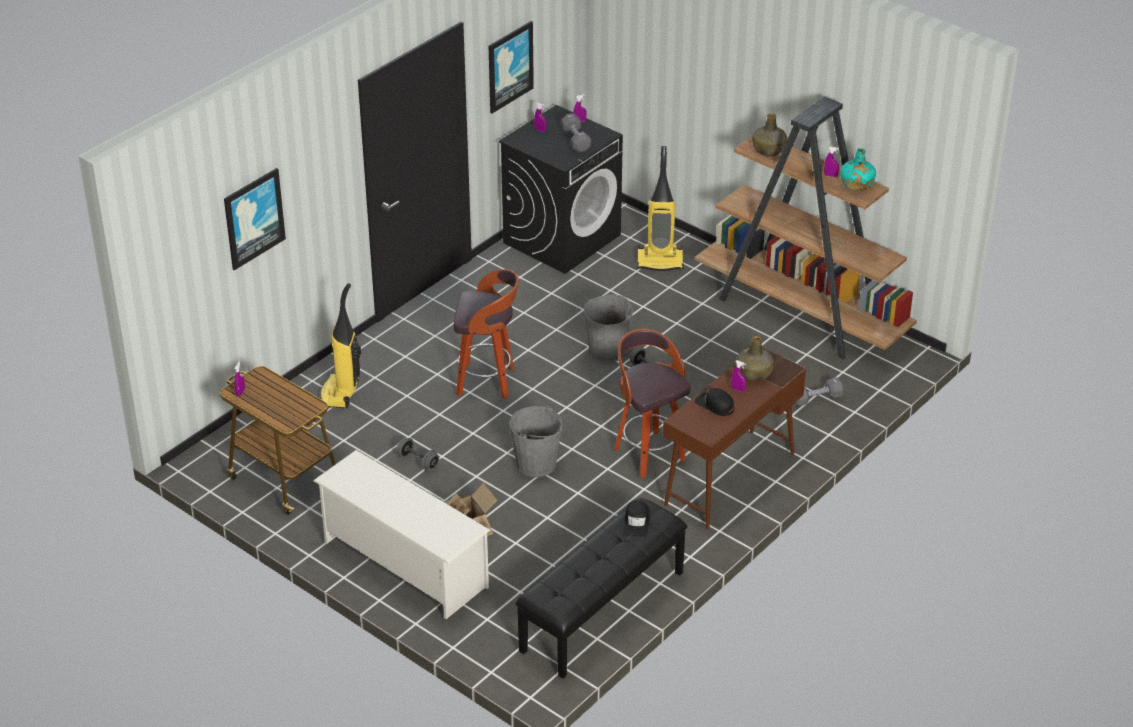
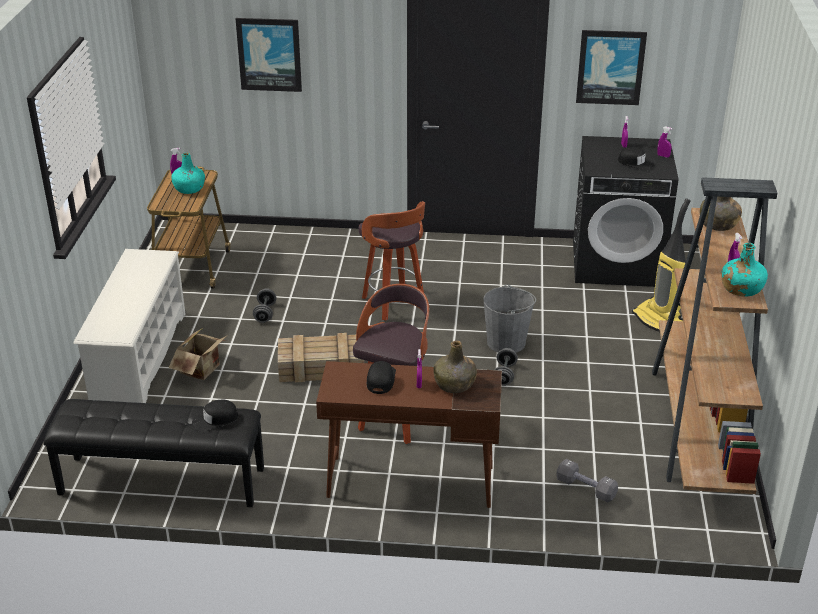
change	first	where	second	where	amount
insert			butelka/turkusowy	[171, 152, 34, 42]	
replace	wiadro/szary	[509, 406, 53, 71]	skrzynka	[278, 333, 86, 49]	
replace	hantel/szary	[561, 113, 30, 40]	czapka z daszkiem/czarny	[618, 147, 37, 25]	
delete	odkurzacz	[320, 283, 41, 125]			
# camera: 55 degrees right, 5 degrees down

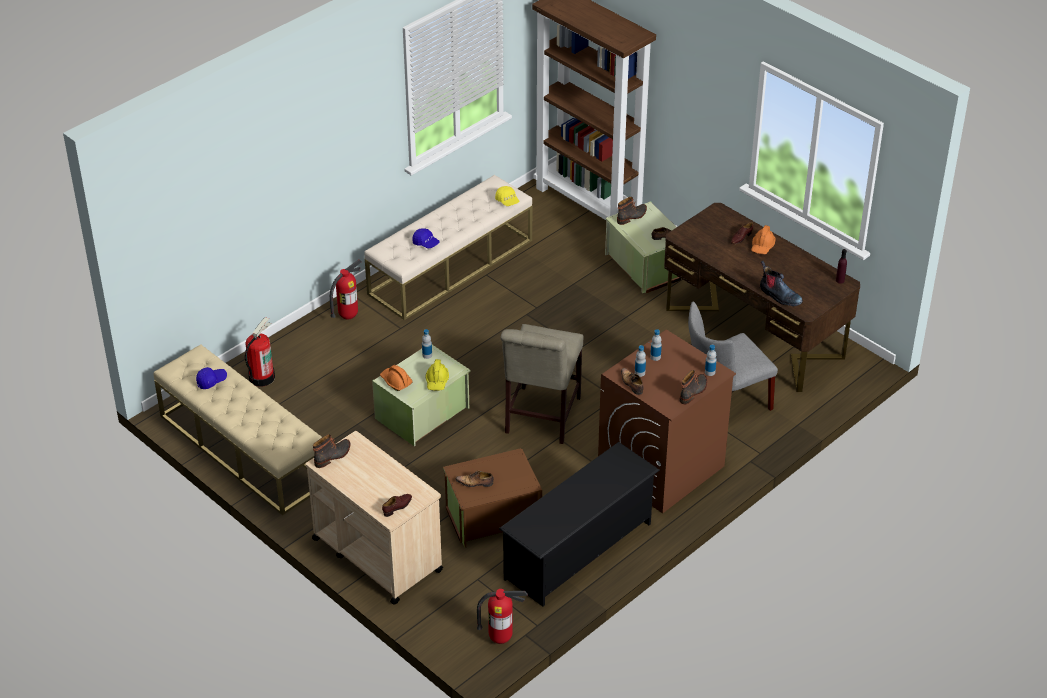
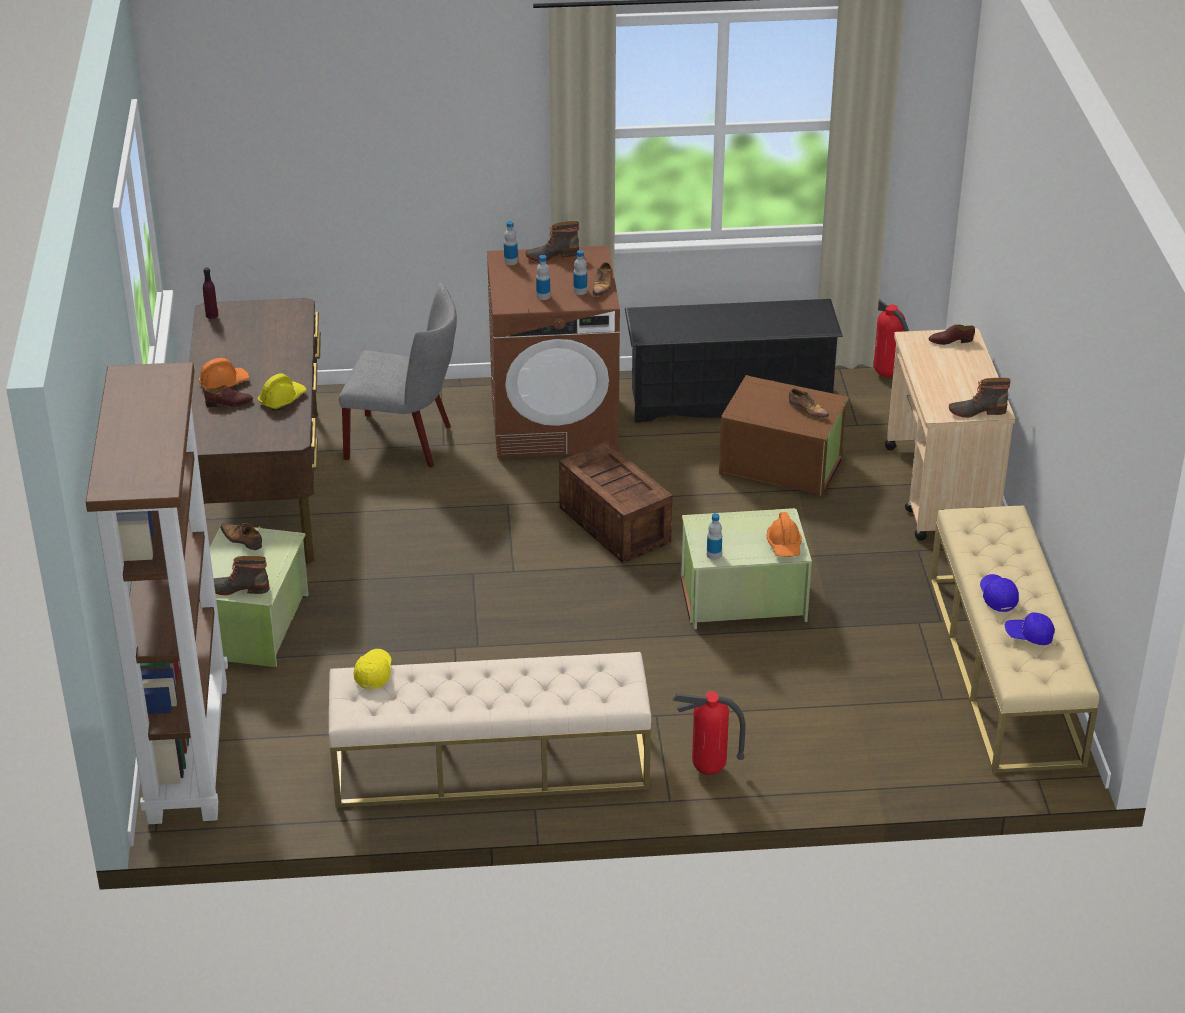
change	first	where	second	where	amount
move	kask/żółty	[426, 359, 23, 32]		[257, 374, 50, 37]	
replace	krzesło/beżowy	[501, 324, 83, 120]	skrzynka	[559, 442, 113, 121]	
move	czapka z daszkiem/niebieski	[412, 228, 28, 20]		[980, 574, 39, 38]	
delete	gaśnica	[245, 317, 30, 69]			
delete	but z cholewką	[760, 261, 43, 46]			
# camera: 140 degrees left, 5 degrees down

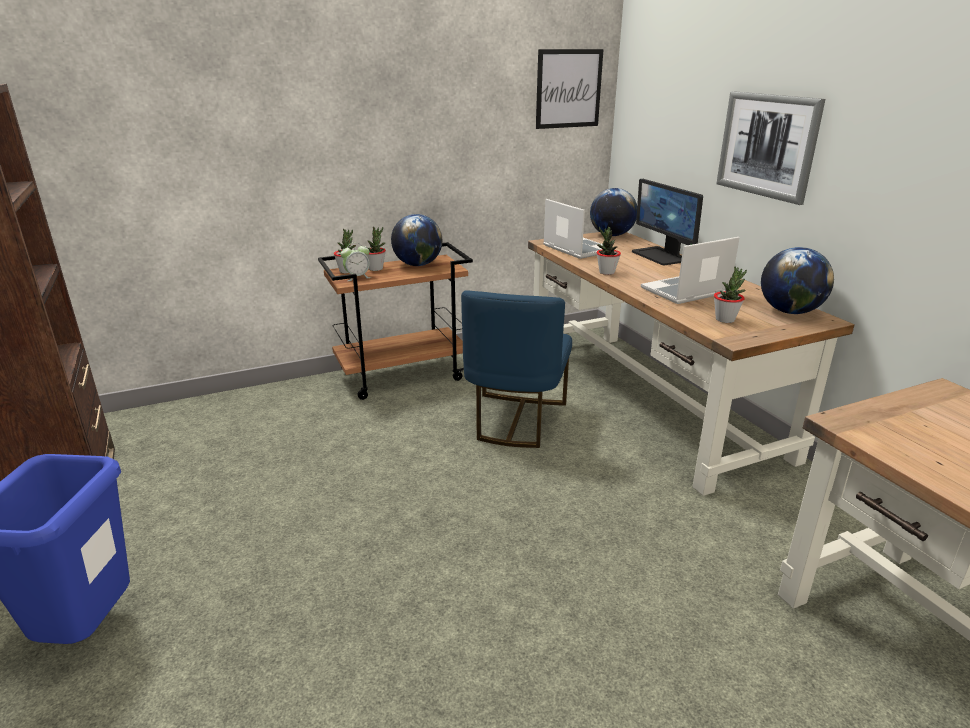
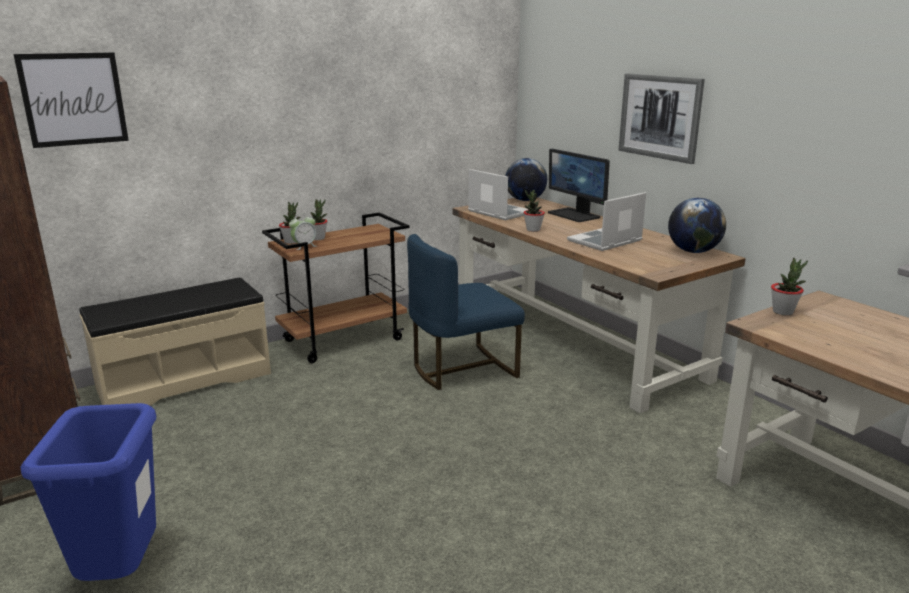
change	first	where	second	where	amount
move	obraz	[536, 49, 68, 80]		[13, 52, 116, 96]	
insert			ławka/beżowy	[79, 277, 192, 129]	
rotate	krzesło/niebieski	[461, 290, 111, 158]		[407, 234, 118, 156]	60 degrees clockwise
move	roślina doniczkowa	[714, 266, 33, 57]		[771, 257, 37, 58]	
delete	globus	[391, 214, 51, 52]			
# camera: 10 degrees left, 5 degrees down

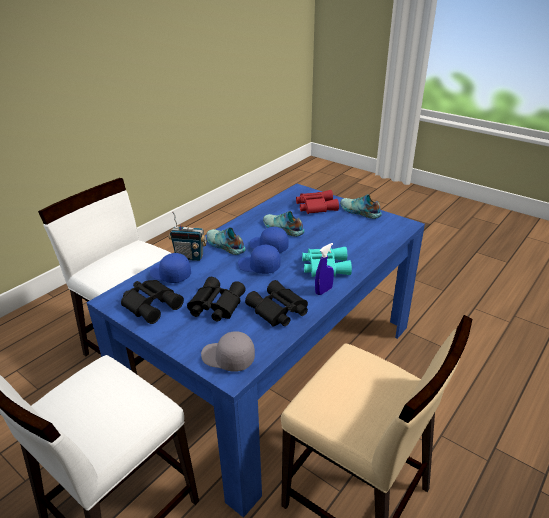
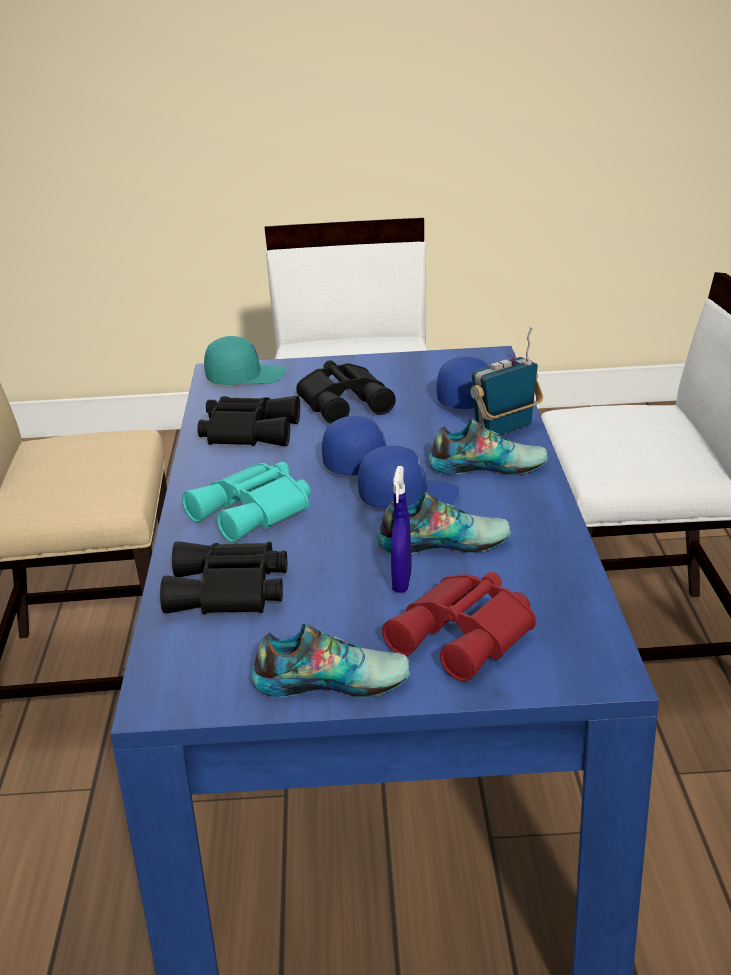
change	first	where	second	where	amount
move	lornetka/czarny	[121, 280, 63, 44]		[160, 541, 127, 73]	
recolor	czapka z daszkiem/szary	[201, 331, 54, 41]	czapka z daszkiem/turkusowy	[204, 336, 82, 49]	
move	spryskiwacz/niebieski	[315, 243, 19, 52]		[391, 466, 21, 127]	
# camera: 140 degrees right, 5 degrees down

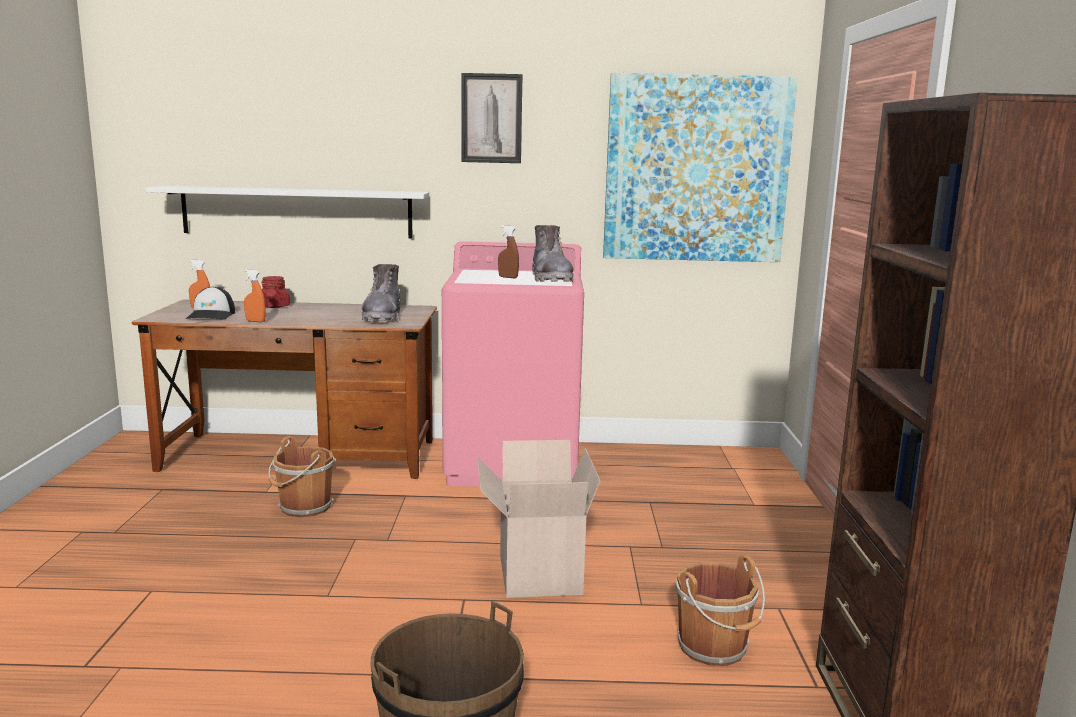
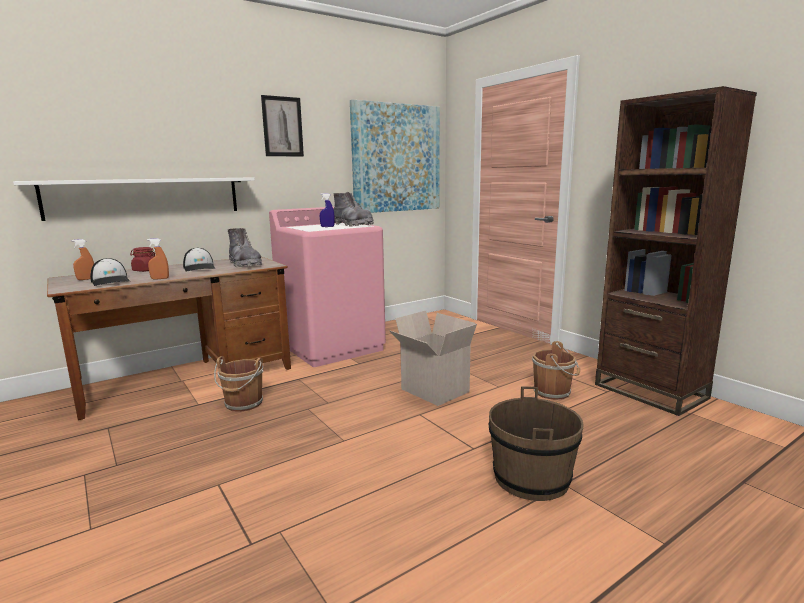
change	first	where	second	where	amount
insert			czapka z daszkiem	[183, 247, 33, 25]	
recolor	spryskiwacz/brązowy	[498, 225, 21, 53]	spryskiwacz/niebieski	[320, 193, 15, 34]	
# camera: 35 degrees left, 0 degrees up

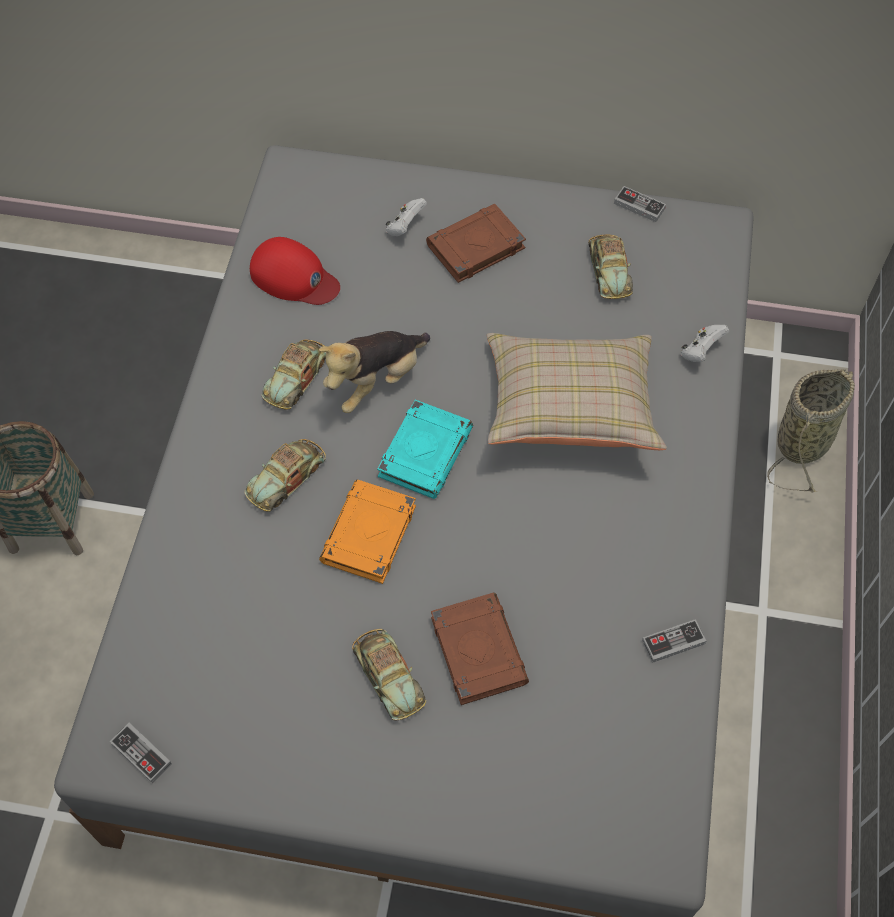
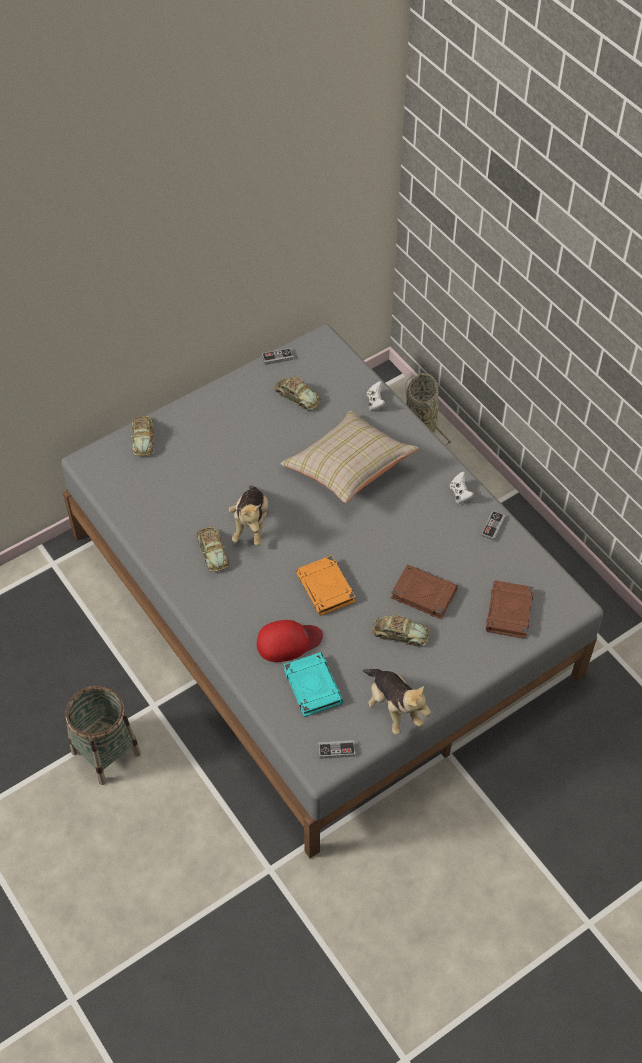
change	first	where	second	where	amount
move	samochodzik	[245, 439, 81, 73]		[131, 416, 23, 40]	
move	czapka z daszkiem/czerwony	[250, 237, 90, 68]		[257, 620, 66, 42]	
move	książka/turkusowy	[377, 400, 96, 99]		[284, 652, 59, 65]	
insert			pluszak	[363, 669, 68, 66]	
move	pad do gier/biały	[385, 198, 42, 38]		[450, 472, 25, 31]	
move	książka/brązowy	[426, 204, 100, 79]		[486, 581, 48, 58]	
# camera: 45 degrees left, 5 degrees down

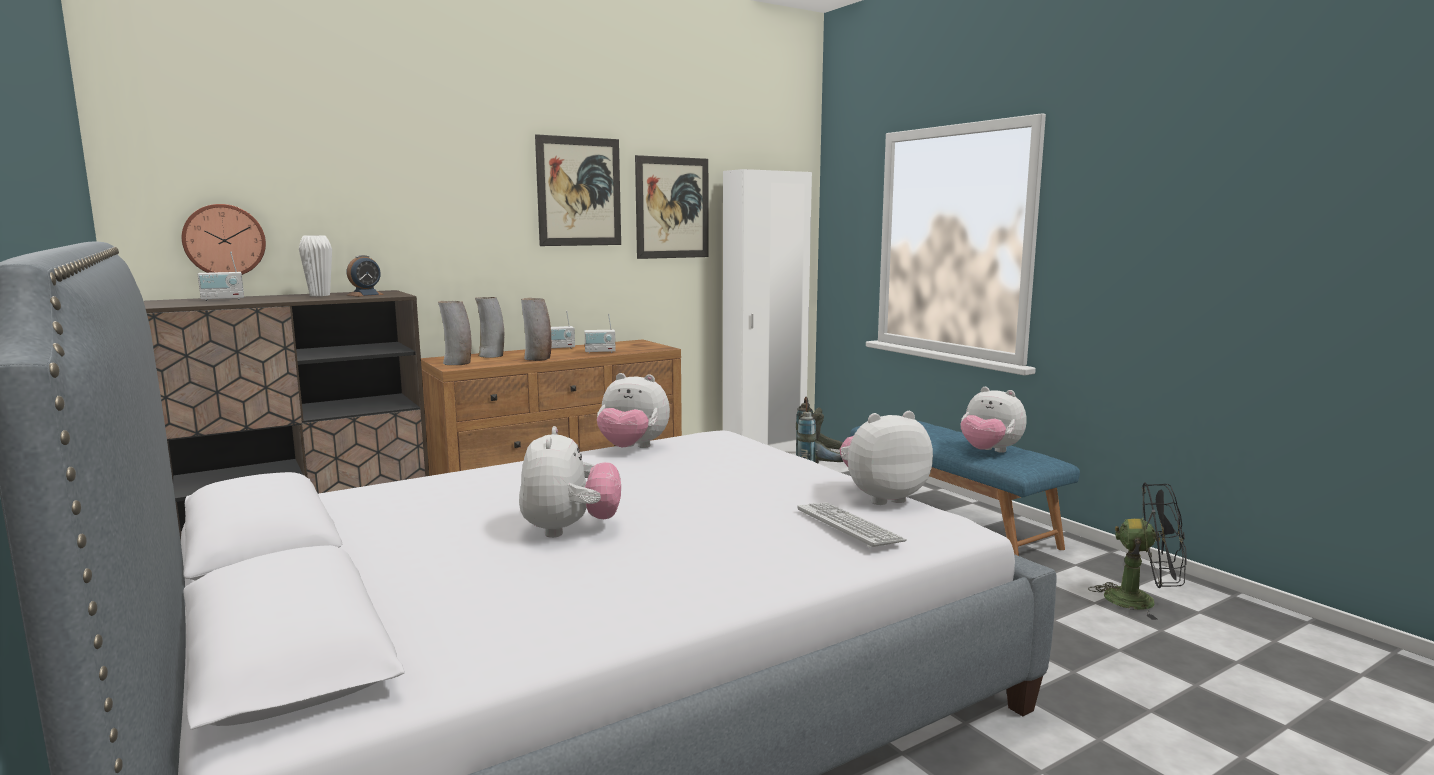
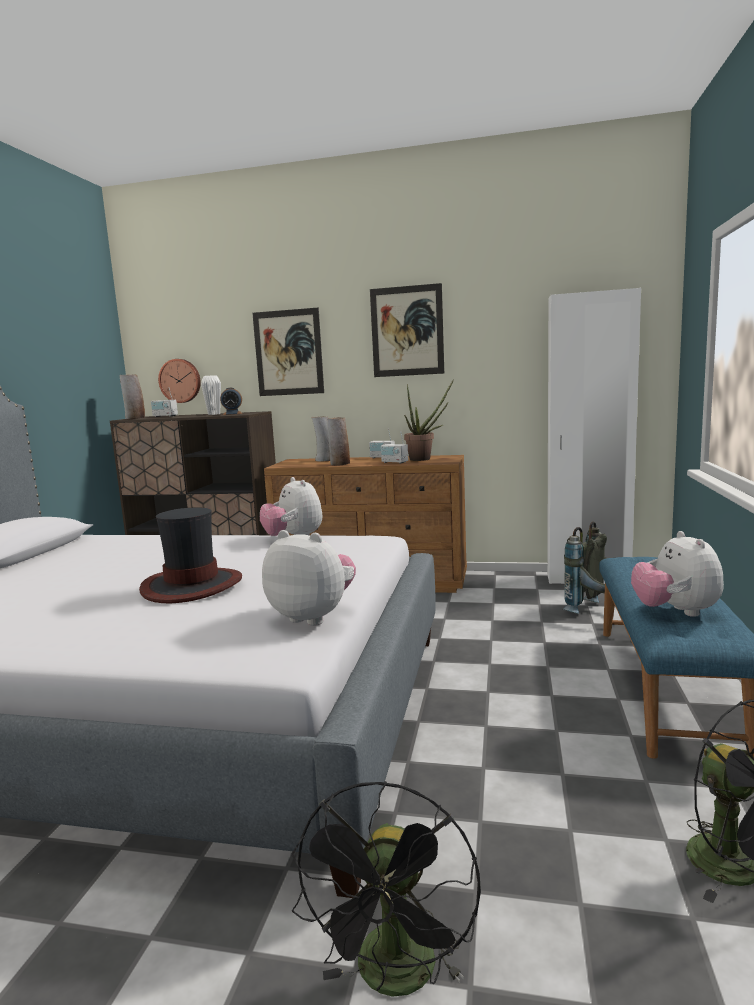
change	first	where	second	where	amount
move	wazon	[438, 301, 34, 64]		[120, 374, 25, 45]	
insert			kapelusz	[139, 508, 103, 95]	
move	obraz	[635, 155, 74, 104]		[252, 308, 72, 88]	
insert			wentylator/czarny	[292, 781, 189, 216]	
insert			roślina doniczkowa	[404, 381, 49, 80]	
delete	pluszak	[519, 426, 102, 112]			
delete	klawiatura	[797, 502, 110, 45]			
# camera: 45 degrees right, 0 degrees up

